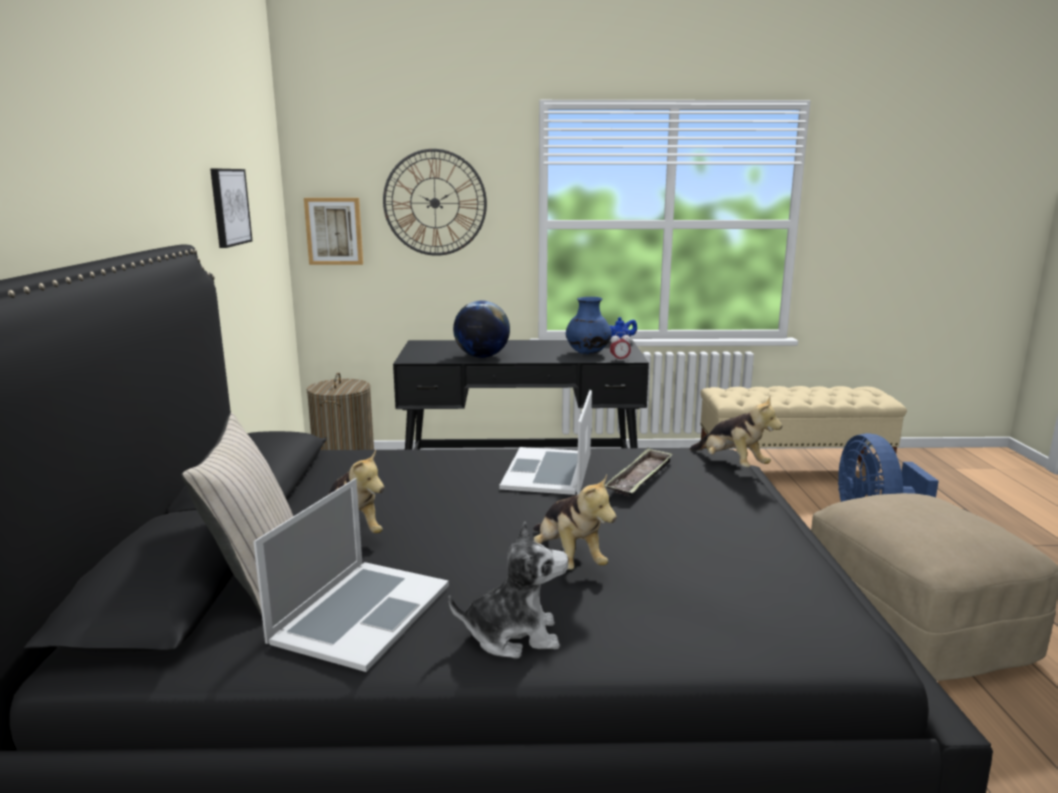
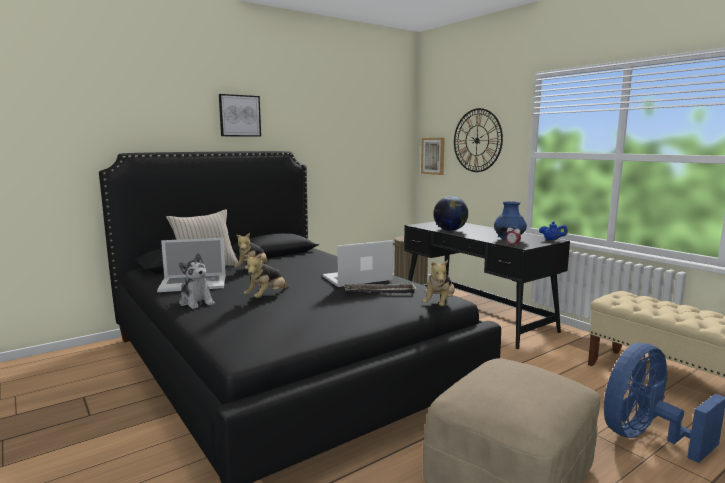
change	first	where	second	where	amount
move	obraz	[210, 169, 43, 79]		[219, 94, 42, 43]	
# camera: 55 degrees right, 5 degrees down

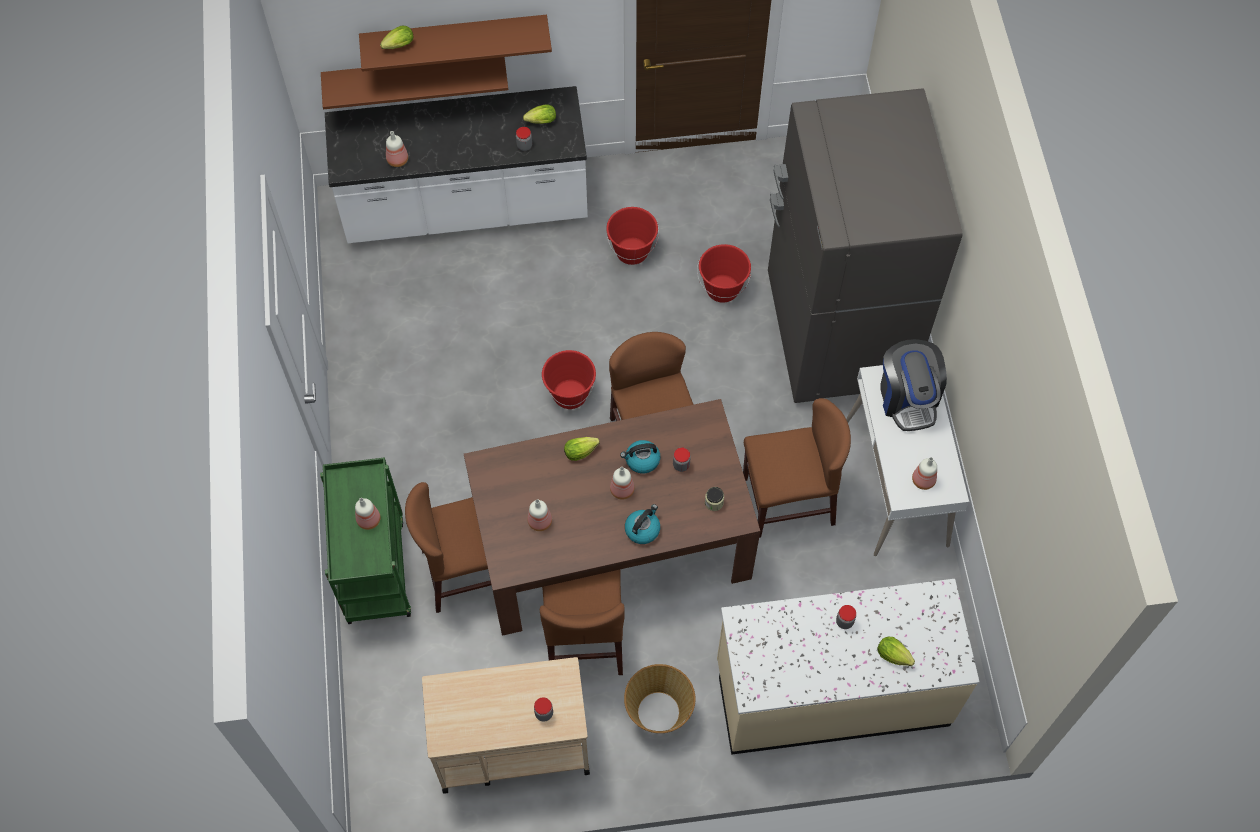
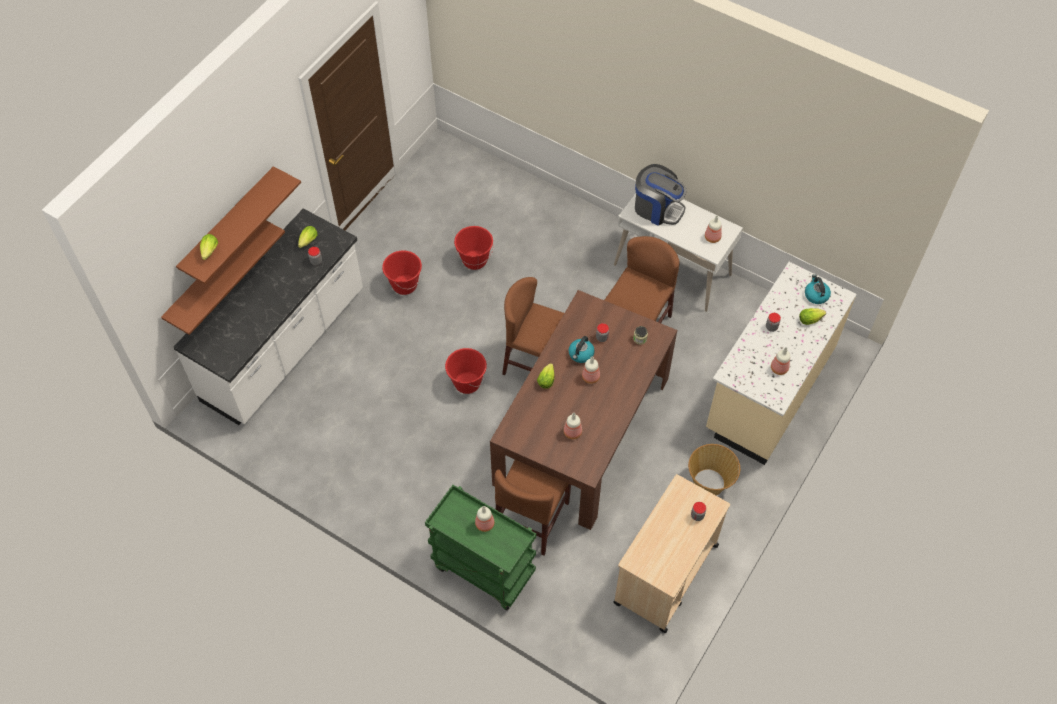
change	first	where	second	where	amount
move	butelka	[386, 131, 22, 36]		[771, 348, 19, 27]	
move	czajnik	[625, 504, 35, 40]		[805, 274, 26, 30]	
delete	krzesło/brązowy	[540, 569, 85, 106]			
delete	lodówka/szary	[768, 88, 195, 315]			
# camera: 50 degrees left, 5 degrees down

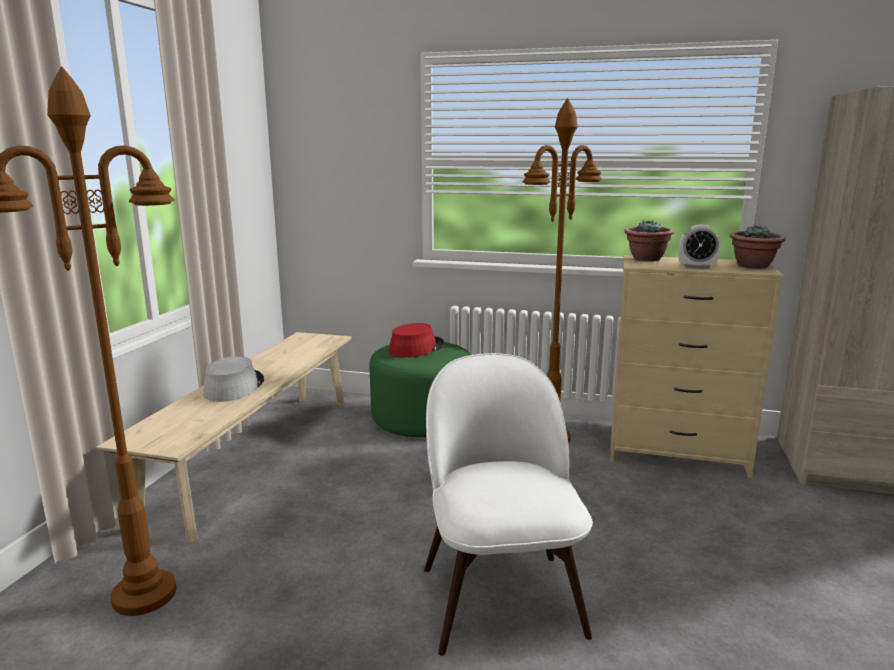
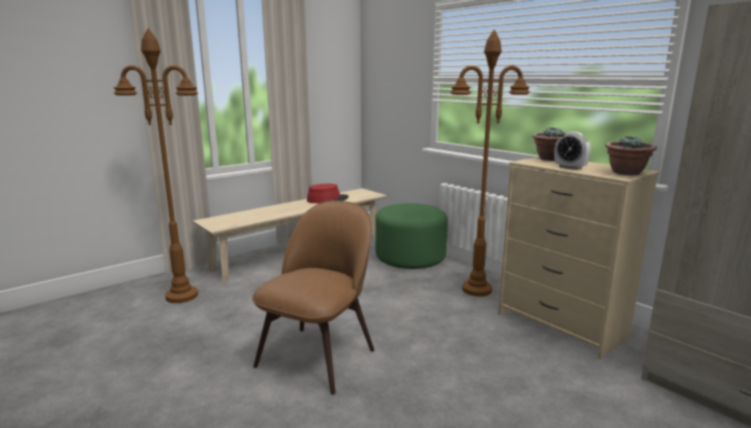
change	first	where	second	where	amount
recolor	krzesło/biały	[424, 353, 169, 303]	krzesło/brązowy	[252, 201, 123, 194]	
move	kapelusz/czerwony	[389, 323, 55, 35]		[307, 184, 41, 19]	
delete	kapelusz/szary	[203, 356, 61, 46]			
# camera: 35 degrees right, 0 degrees up

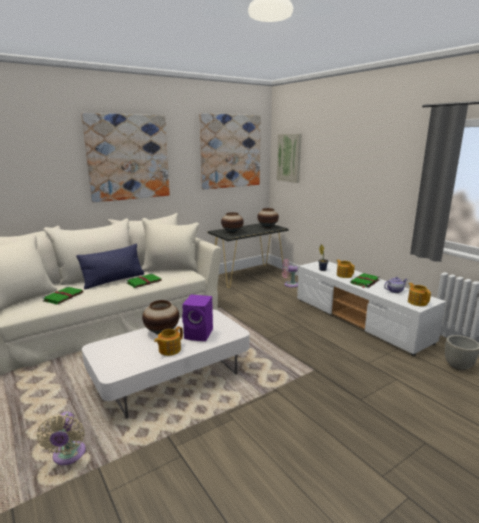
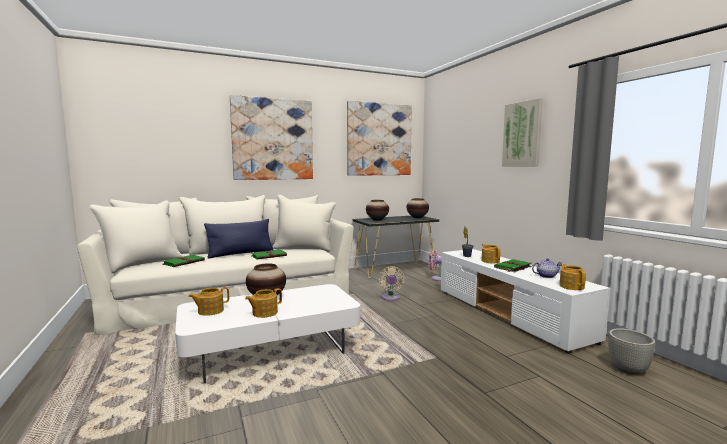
change	first	where	second	where	amount
insert			imbryk	[188, 287, 41, 29]	
move	wentylator/beżowy	[37, 412, 49, 53]		[379, 266, 26, 35]	
move	obraz	[277, 134, 25, 49]		[502, 98, 41, 69]	
delete	głośnik/fioletowy	[182, 295, 31, 46]			
# camera: 10 degrees right, 10 degrees down

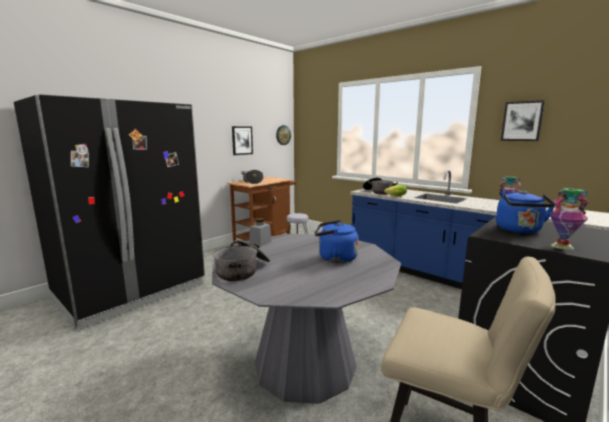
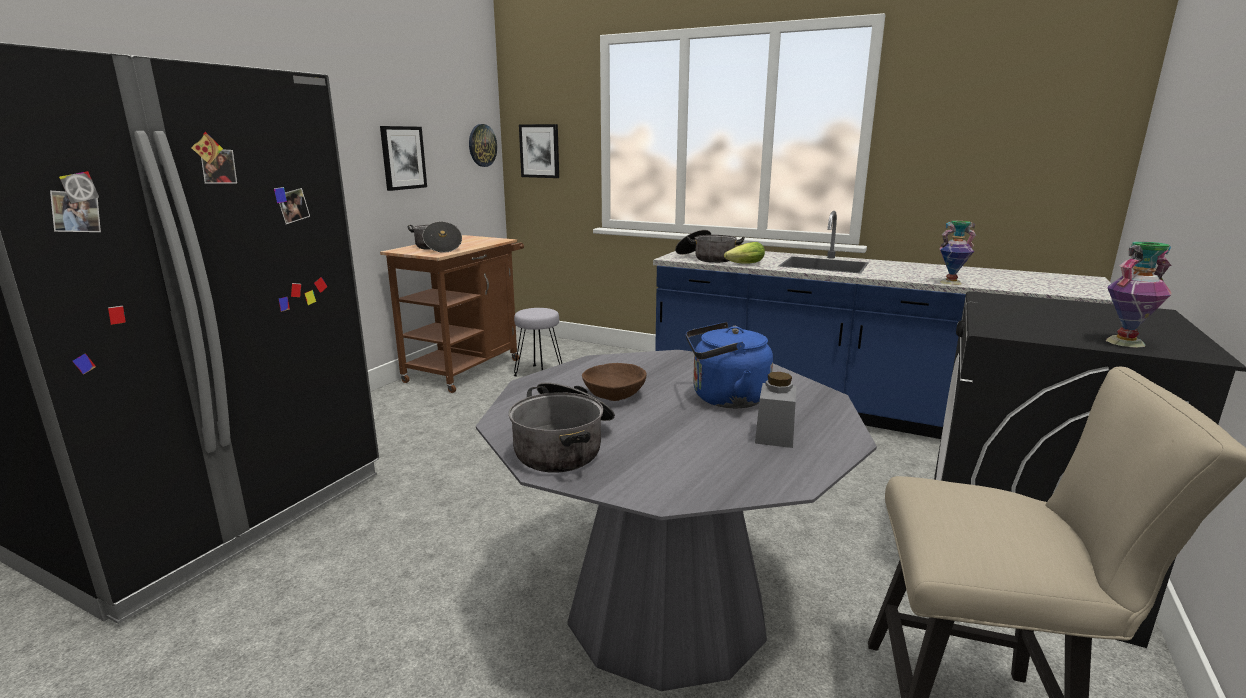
change	first	where	second	where	amount
move	obraz	[501, 100, 44, 41]		[519, 124, 40, 54]	
insert			miska/brązowy	[582, 363, 64, 38]	
move	słoik/szary	[250, 218, 21, 29]		[755, 372, 41, 76]	
delete	czajnik/niebieski	[496, 191, 59, 42]			
# camera: 15 degrees left, 5 degrees up

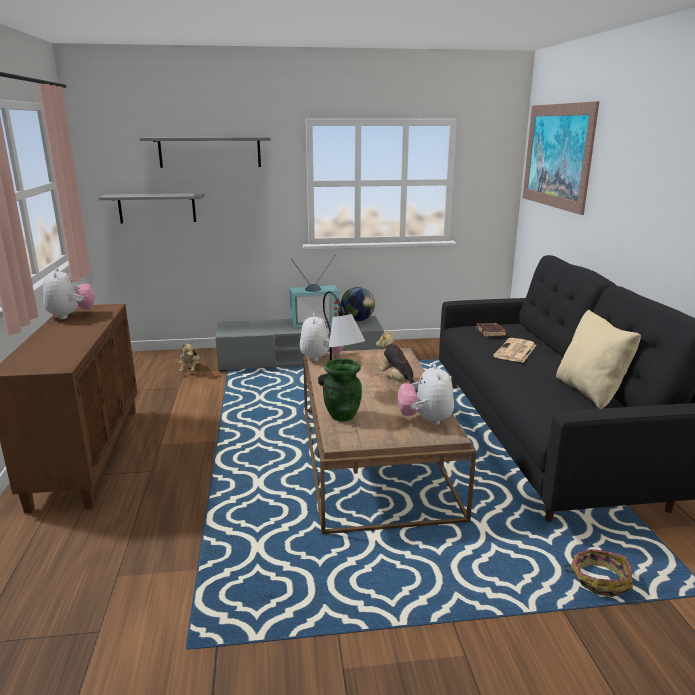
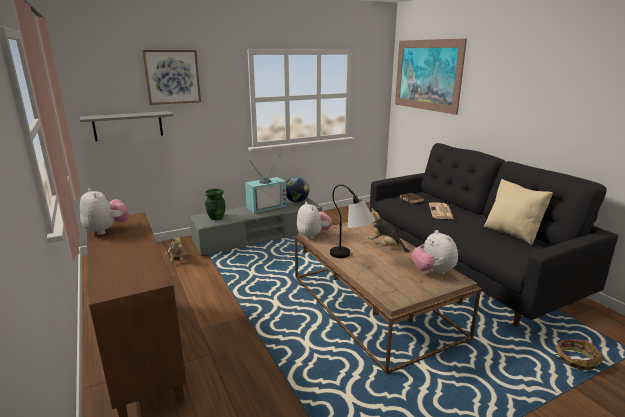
change	first	where	second	where	amount
replace	półka/szary	[140, 137, 131, 31]	obraz	[142, 50, 59, 55]	
move	wazon/zielony	[323, 359, 39, 62]		[205, 189, 21, 31]	
# camera: 20 degrees left, 0 degrees up

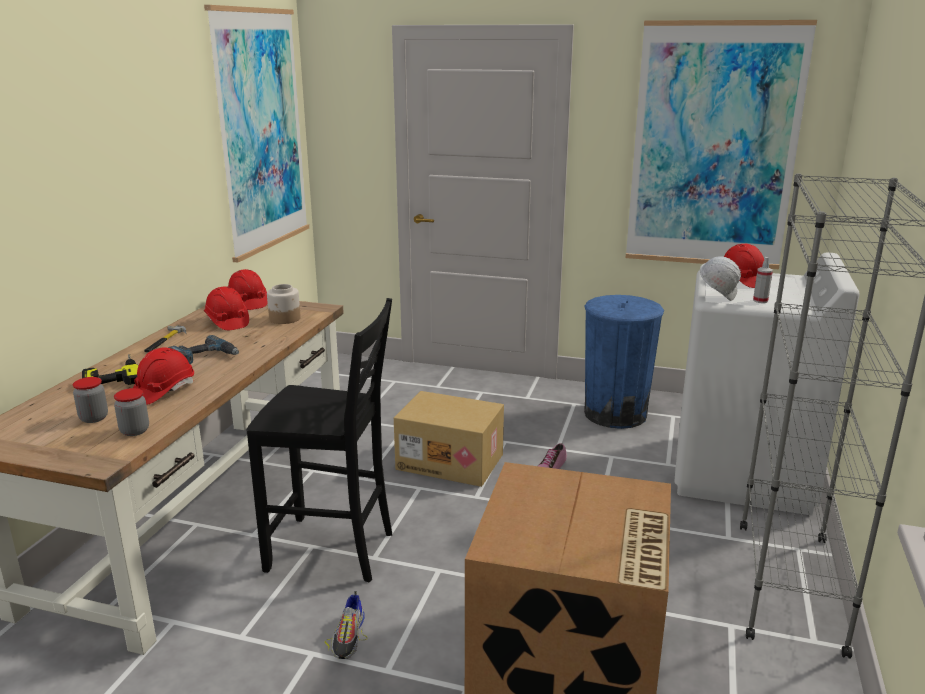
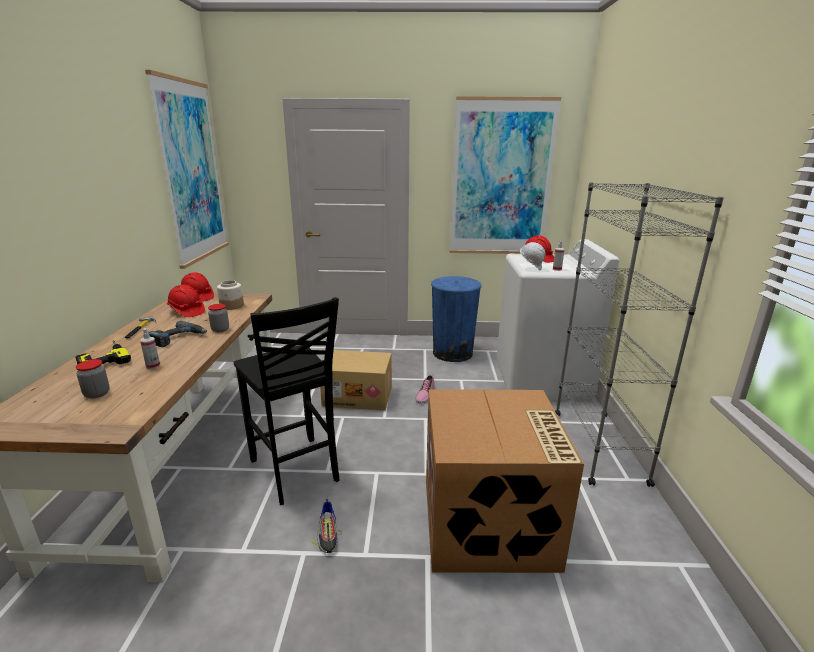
change	first	where	second	where	amount
replace	kask/czerwony	[133, 347, 61, 58]	spryskiwacz	[140, 328, 20, 41]	
move	słoik	[114, 388, 35, 48]		[208, 304, 21, 28]	
rotate	krzesło/czarny	[246, 298, 146, 284]		[233, 297, 106, 208]	60 degrees clockwise
# camera: 15 degrees left, 0 degrees up

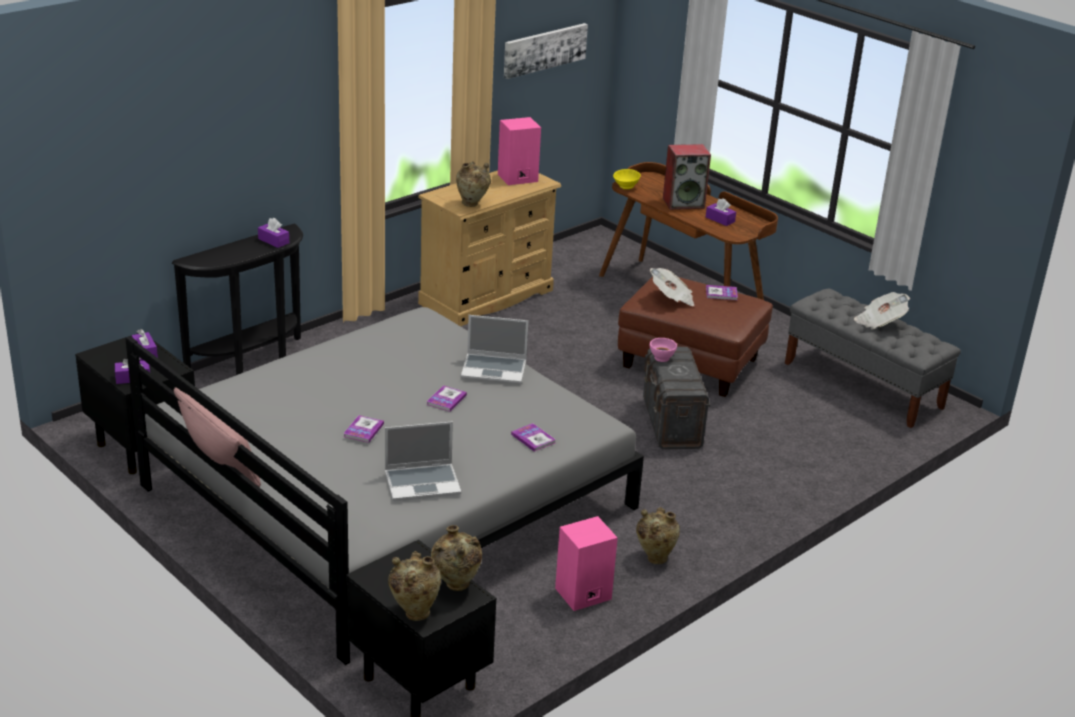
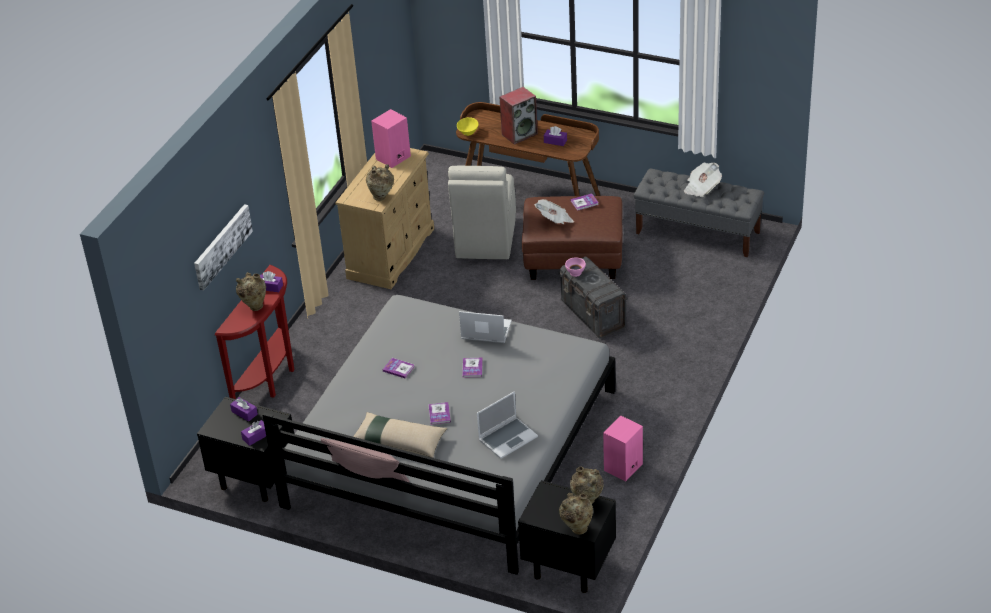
change	first	where	second	where	amount
move	obraz	[504, 23, 84, 56]		[194, 204, 59, 87]	
recolor	stolik konsolowy/czarny	[172, 223, 131, 152]	stolik konsolowy/czerwony	[215, 265, 79, 134]	
move	wazon/beżowy	[636, 507, 44, 57]		[236, 272, 30, 39]	
insert			poduszka/beżowy	[353, 412, 94, 46]	
move	książka	[511, 423, 45, 29]		[383, 358, 32, 21]	
insert			krzesło/beżowy	[448, 166, 68, 93]	
rotate	laptop	[461, 315, 67, 69]		[459, 311, 53, 32]	150 degrees counterclockwise
# camera: 20 degrees left, 10 degrees up

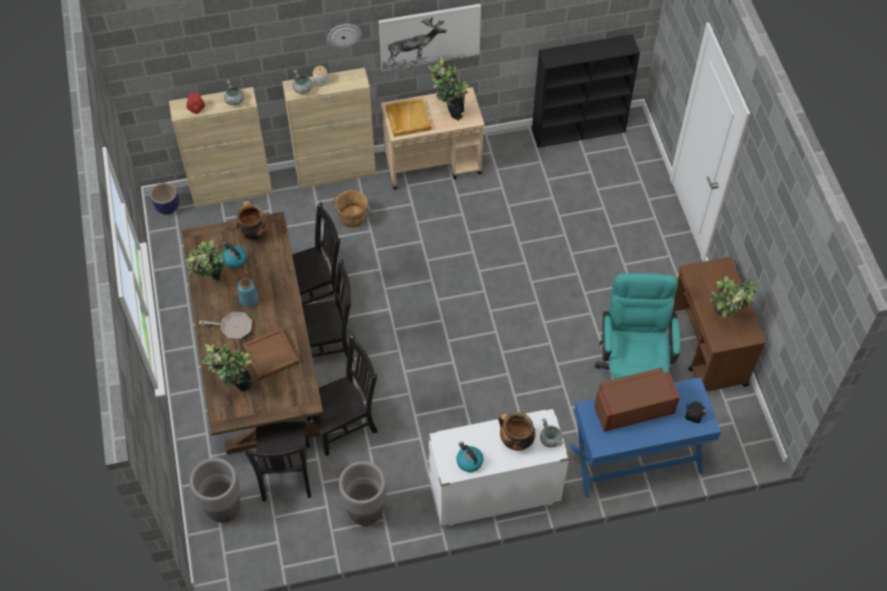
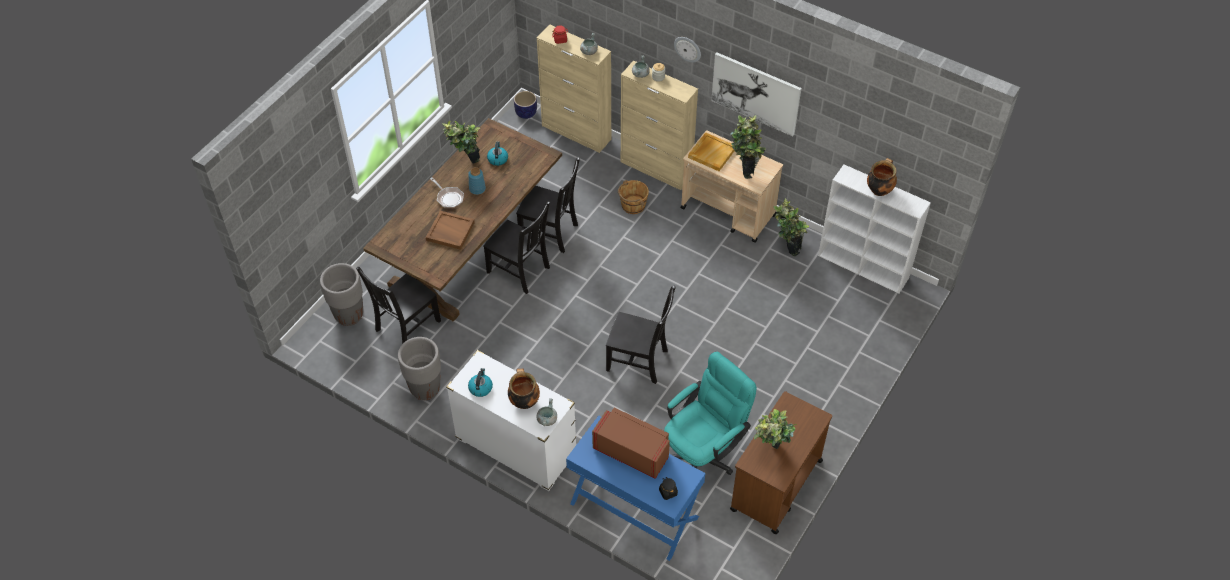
change	first	where	second	where	amount
move	krzesło/czarny	[306, 334, 72, 122]		[606, 286, 69, 98]	
move	roślina doniczkowa	[201, 344, 51, 47]		[773, 198, 36, 58]	
recolor	regał/czarny	[532, 34, 108, 114]	regał/biały	[818, 165, 113, 128]	
move	garnek	[236, 201, 32, 39]		[867, 158, 30, 38]	
# camera: 45 degrees right, 5 degrees down

